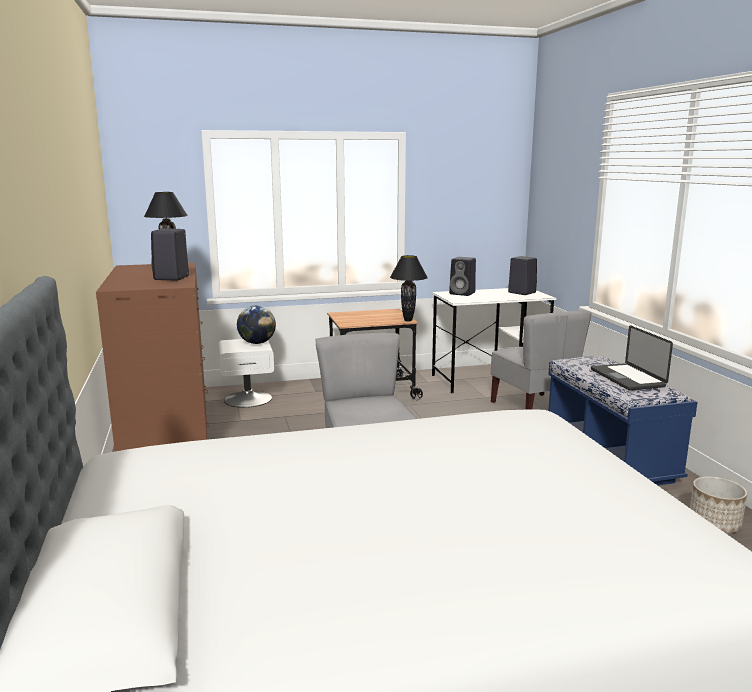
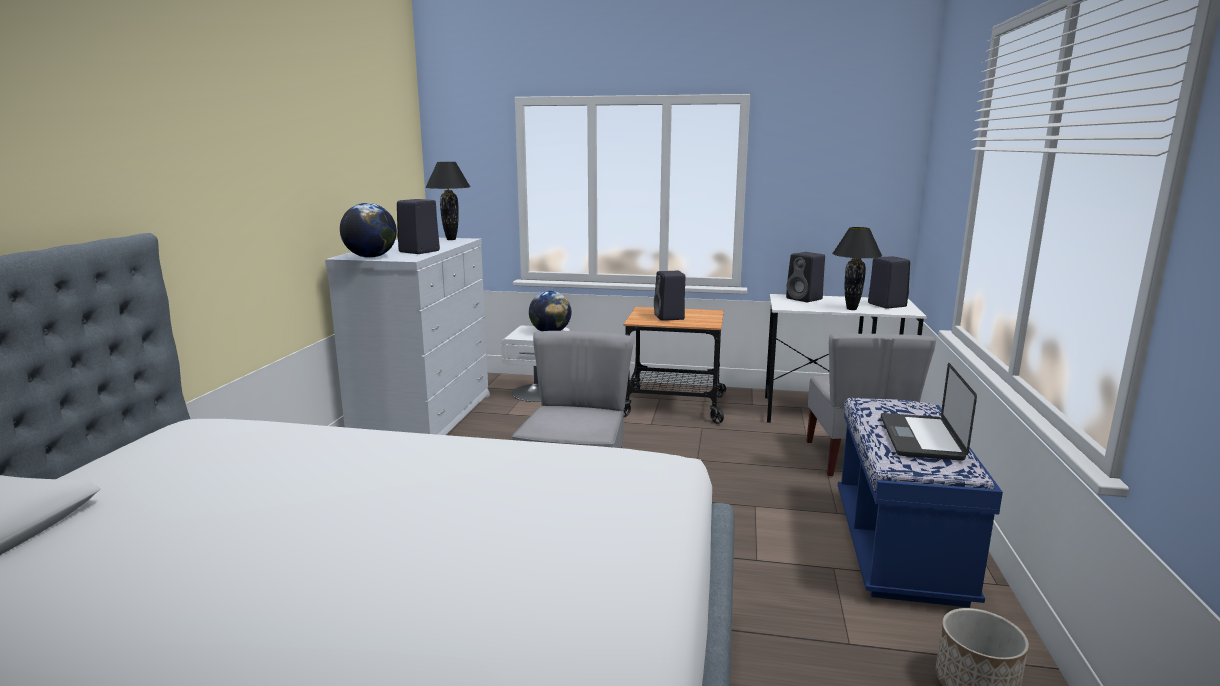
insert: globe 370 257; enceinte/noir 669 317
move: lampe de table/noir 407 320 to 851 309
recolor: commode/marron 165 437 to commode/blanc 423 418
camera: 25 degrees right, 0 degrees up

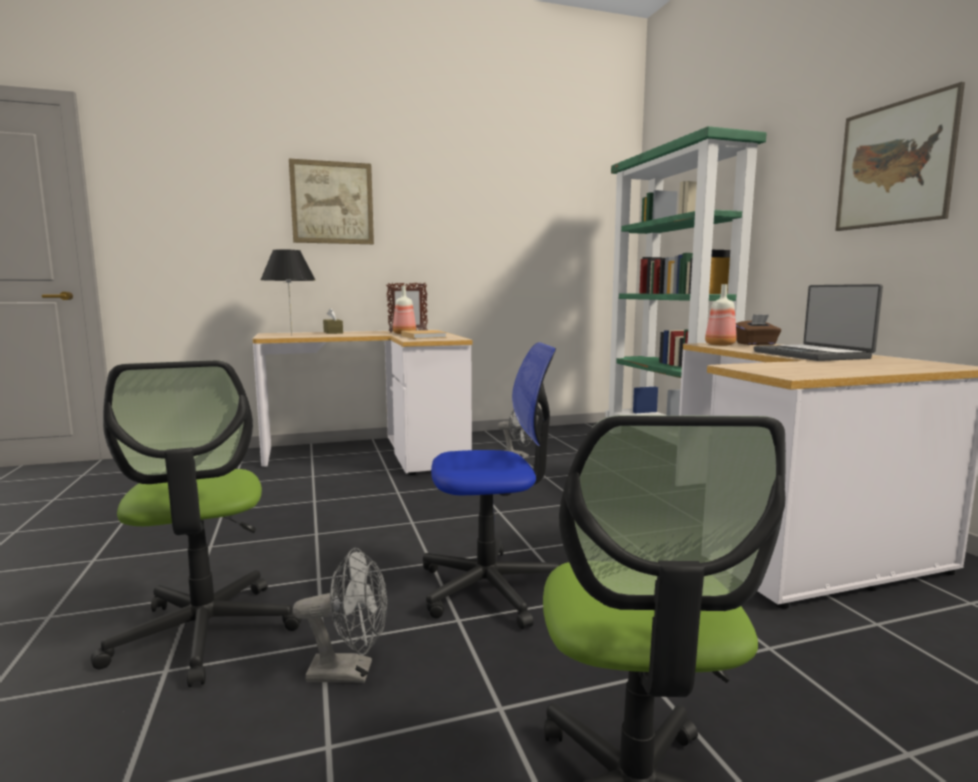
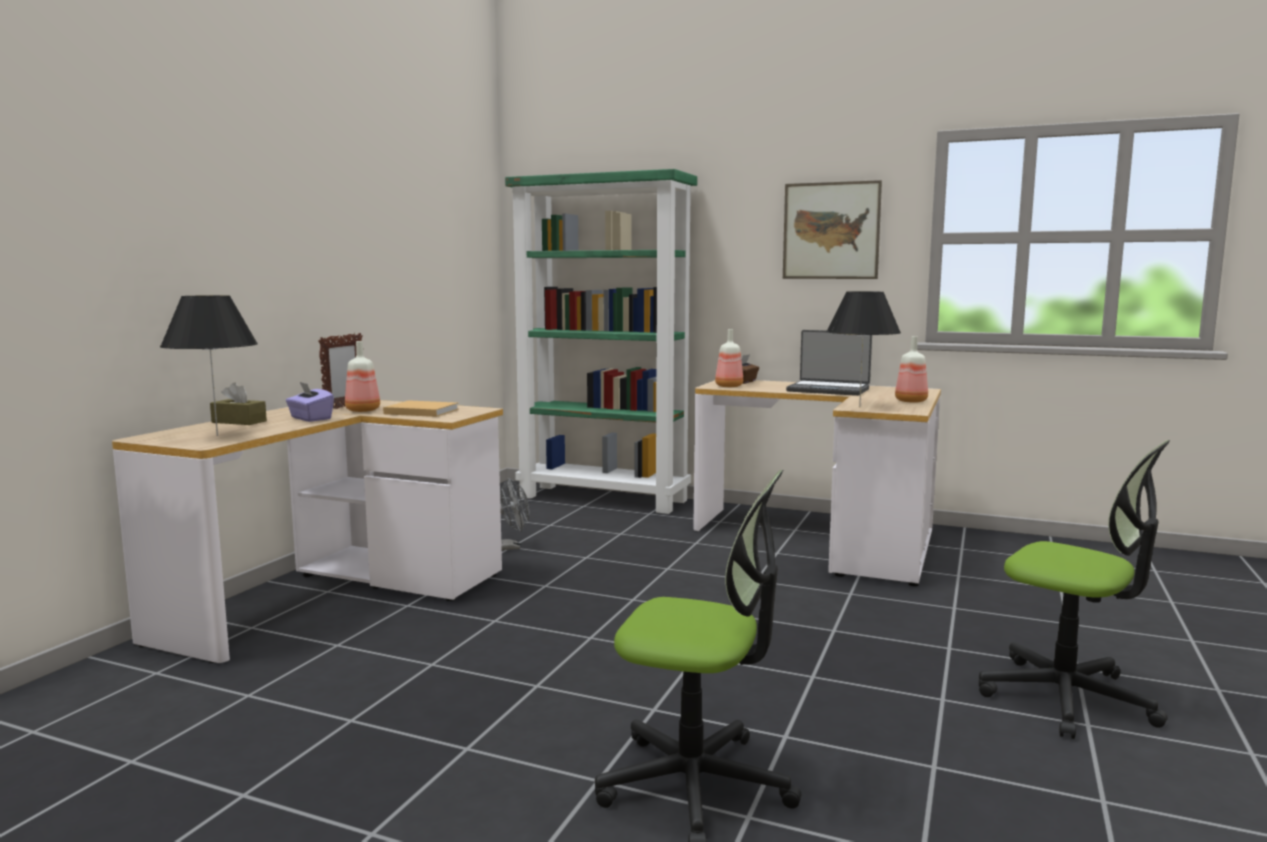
delete: tableau 332 203; ventilateur/gris 350 672; chaise de bureau 490 587
insert: boîte à mouchoirs/violet 310 418; lampe de table/noir 860 407; bouteille 912 401
camera: 50 degrees left, 0 degrees up

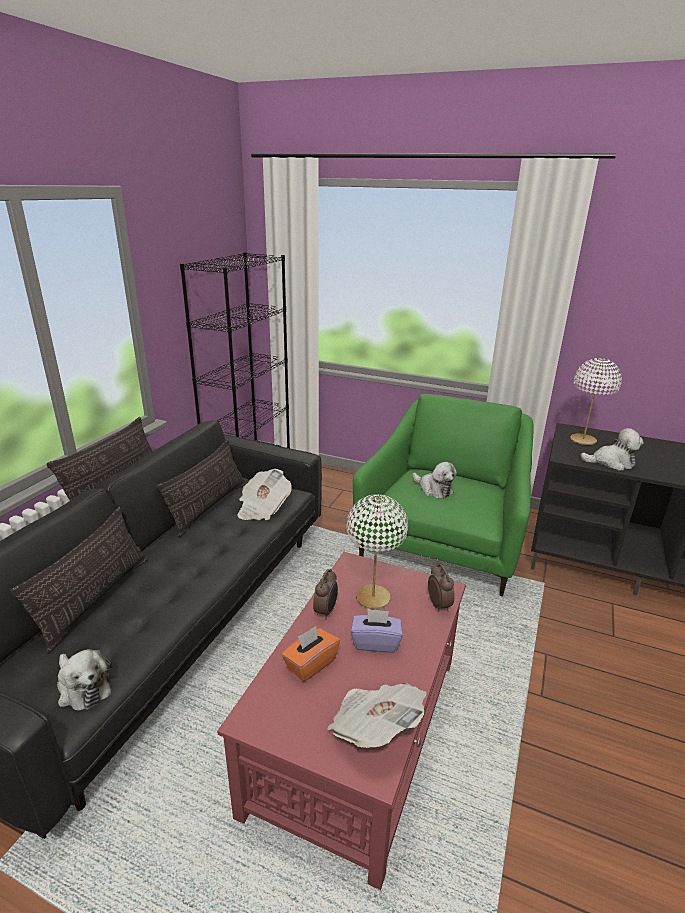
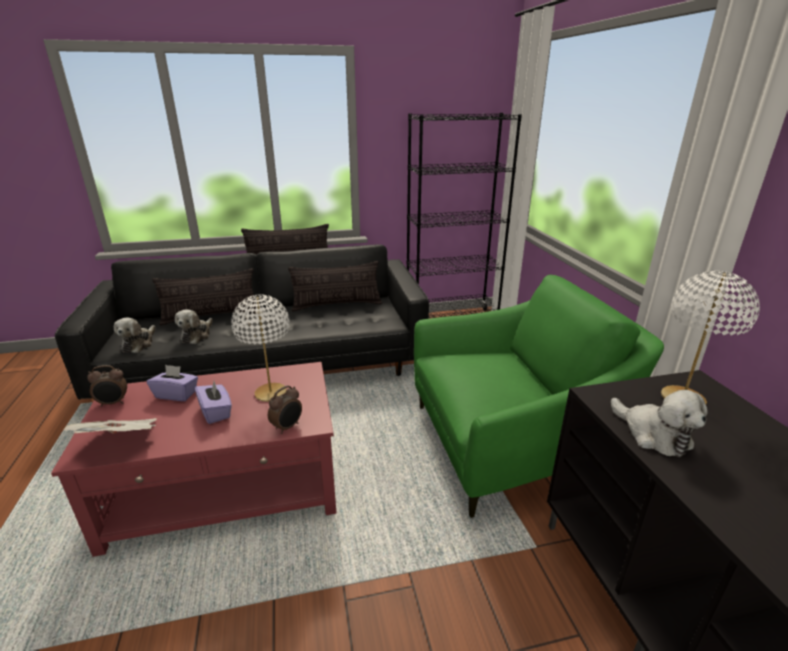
delete: journal 263 508
move: réveil 326 611 to 113 403; peluche 433 489 to 197 335
recolor: boîte à mouchoirs/orange 310 664 to boîte à mouchoirs/violet 176 394
camera: 55 degrees right, 0 degrees up

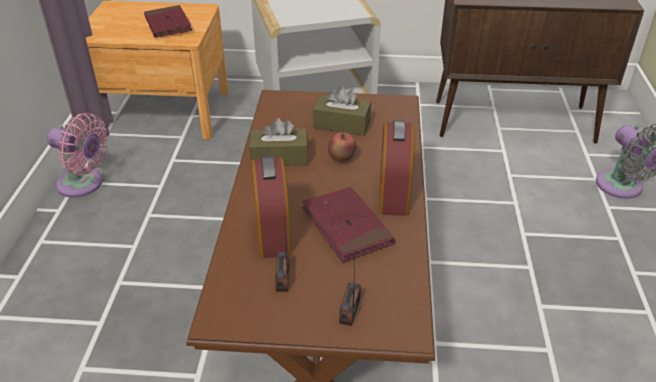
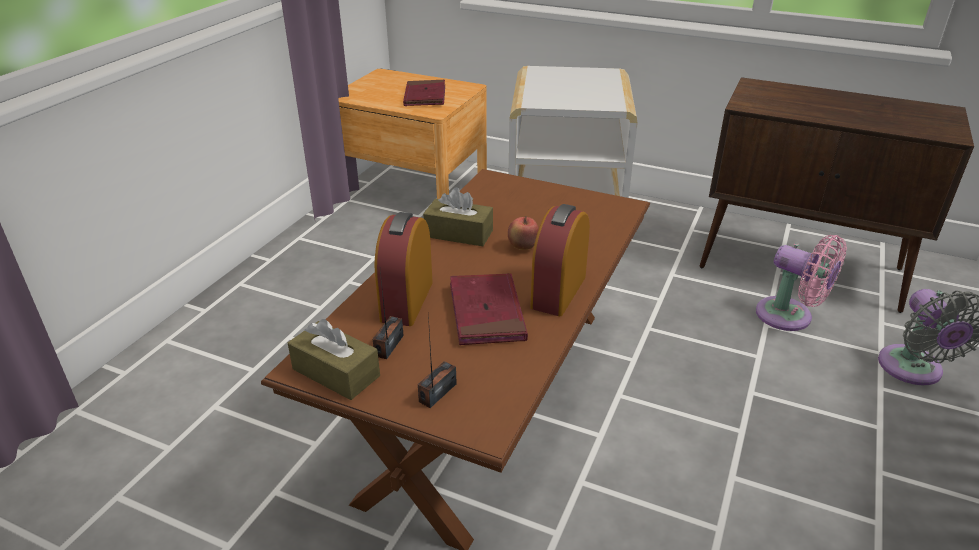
move: ventilateur/rose 84 184 to 789 317; boîte à mouchoirs/marron 342 124 to 336 372
camera: 20 degrees right, 5 degrees down

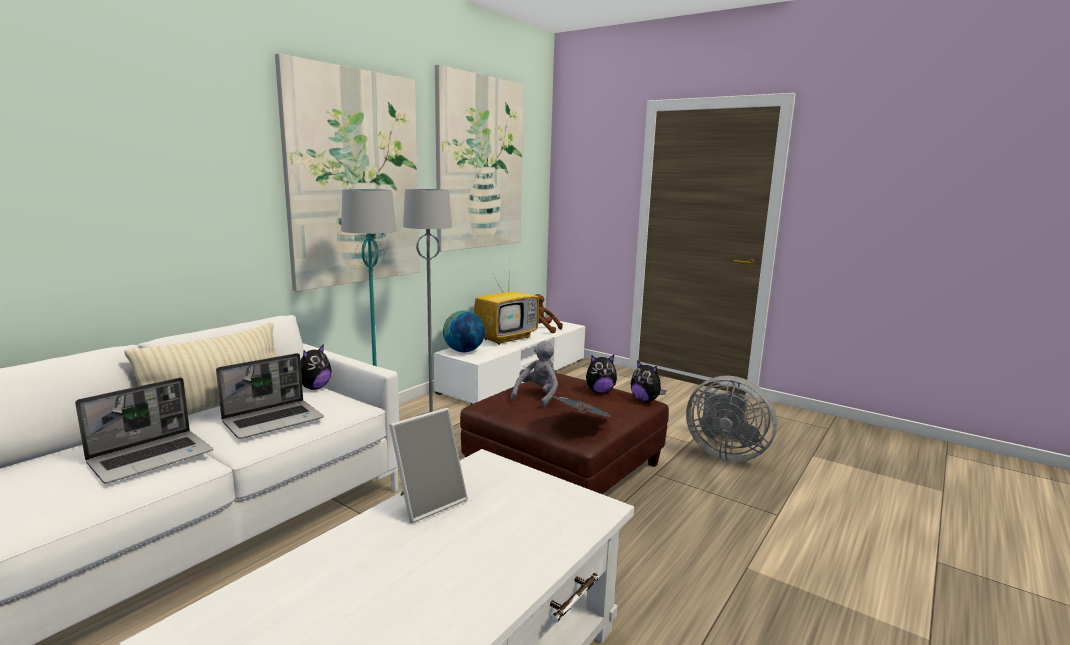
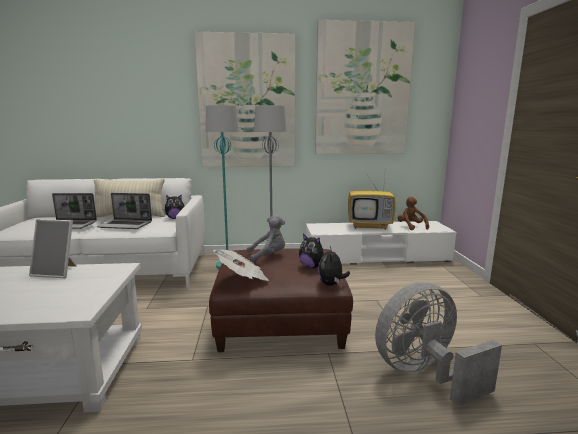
delete: globe 464 351
rotate: ventilateur/gris 725 453 = 424 374 75 degrees clockwise
camera: 50 degrees right, 0 degrees up

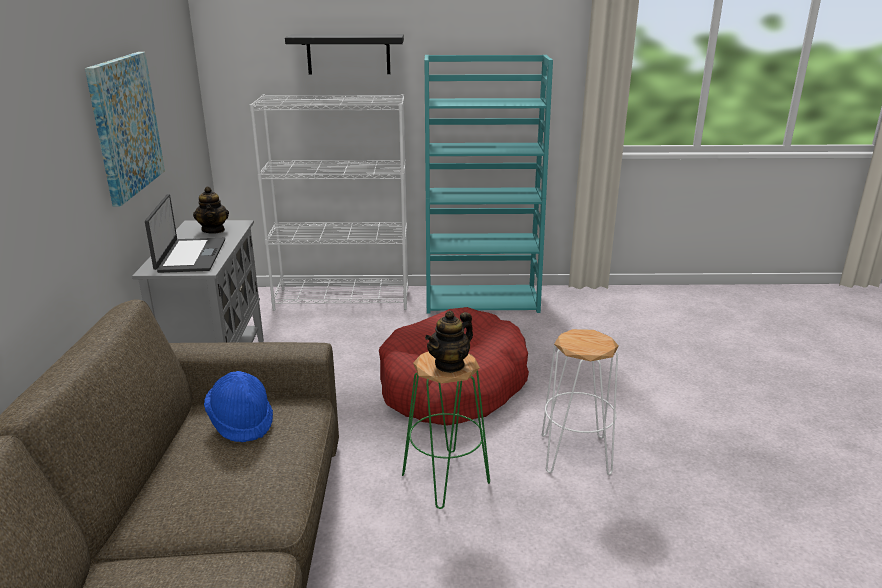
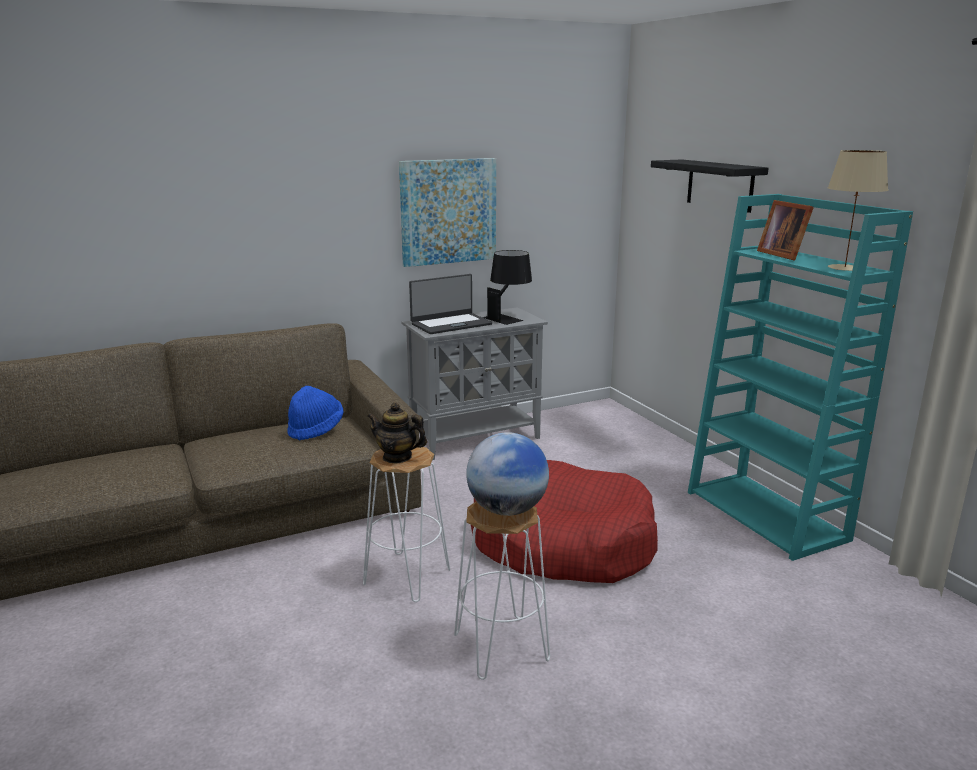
delete: bibliothèque/blanc 343 299
insert: globe 507 510; cadre photo 783 255; lampe de table/beige 844 268
replace: théière 213 230 to lampe de table/noir 508 317
recolor: tabouret/vert 446 479 to tabouret/blanc 406 577
camera: 65 degrees right, 5 degrees down

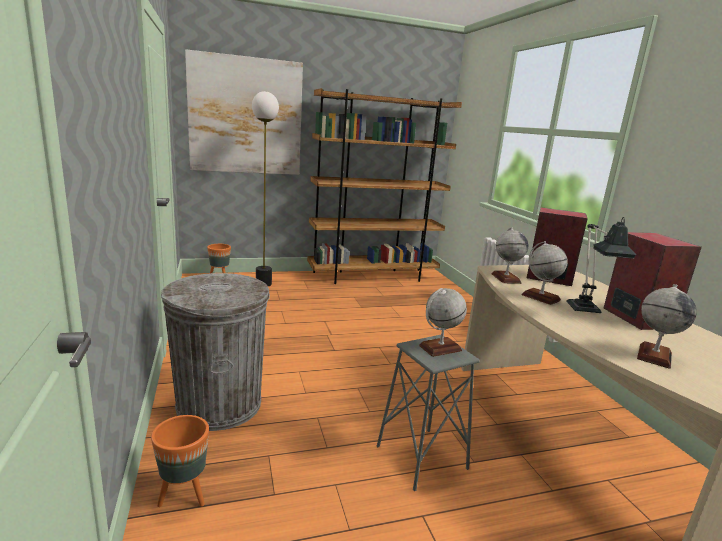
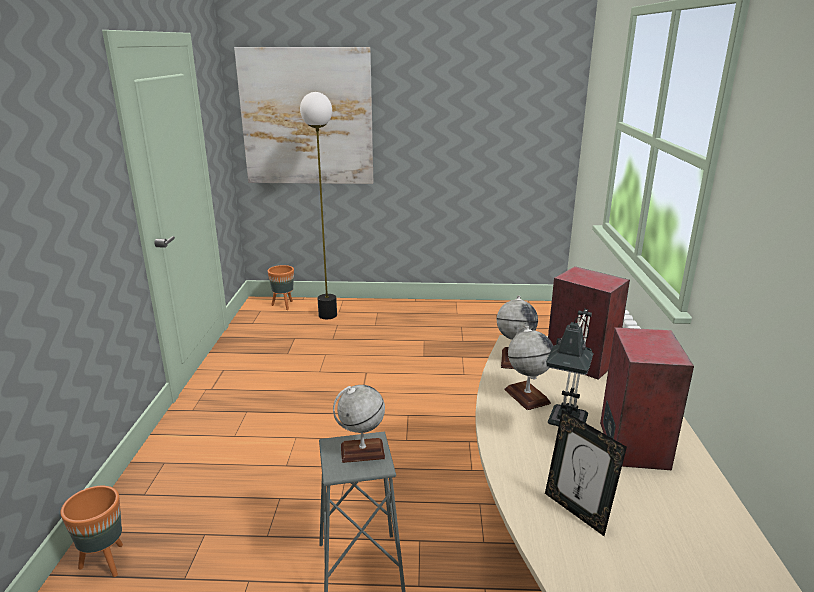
delete: poubelle/gris 219 404; bibliothèque/marron 373 276
replace: globe 654 355 to cadre photo 577 511
camera: 20 degrees right, 5 degrees up

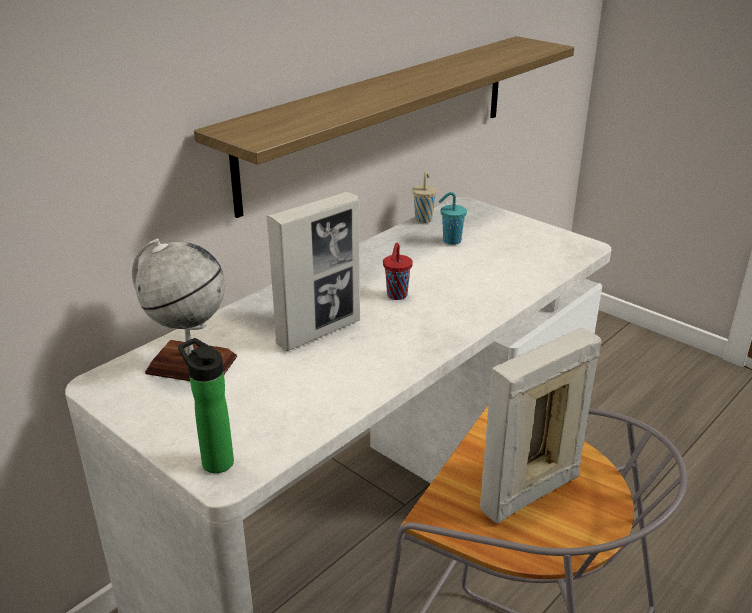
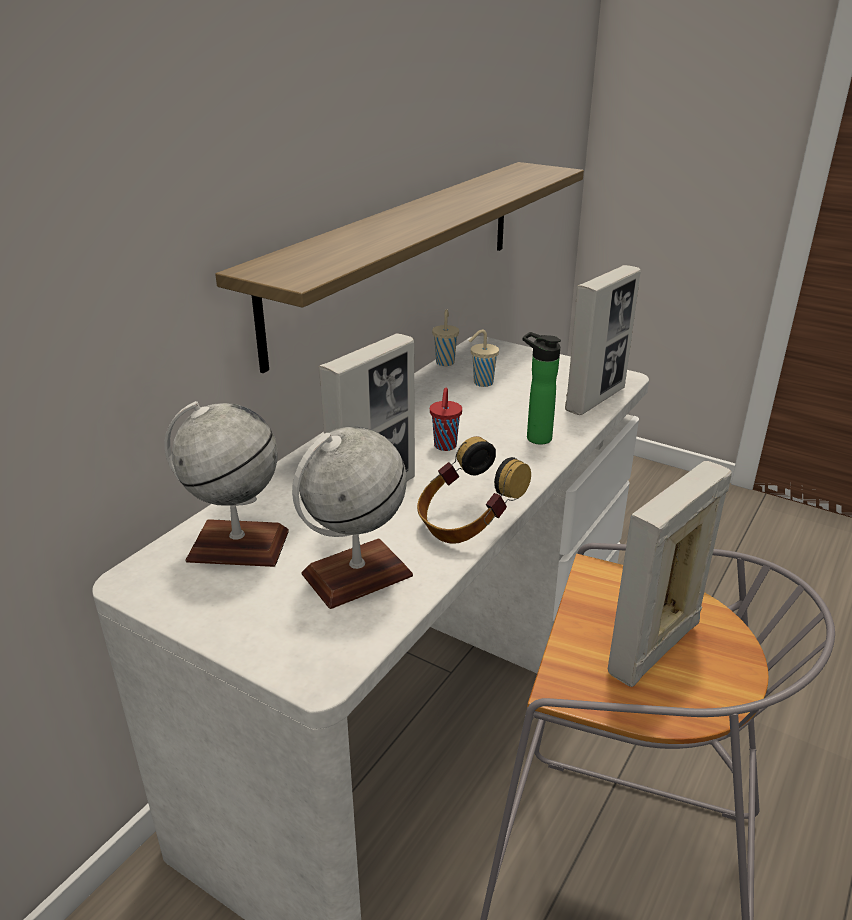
insert: globe 357 575; casque audio 467 524; cadre photo 595 399
move: bouteille 214 460 to 535 437
recolor: tasse/turquoise 450 241 to tasse/beige 482 383
camera: 10 degrees left, 0 degrees up

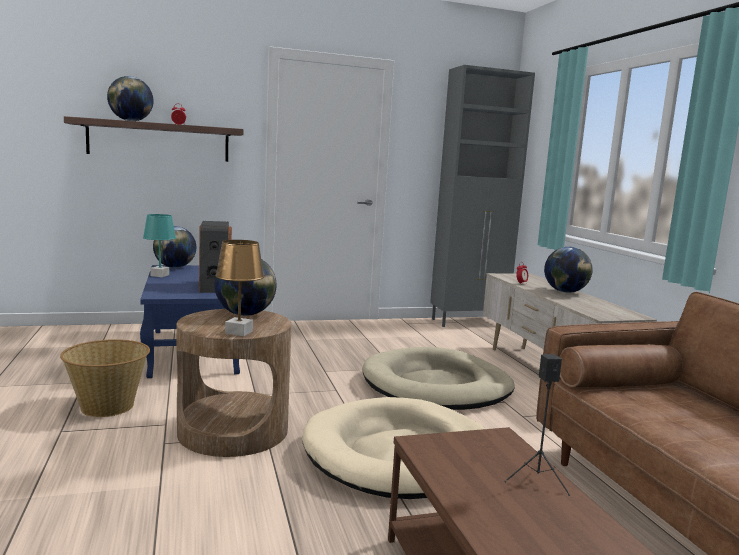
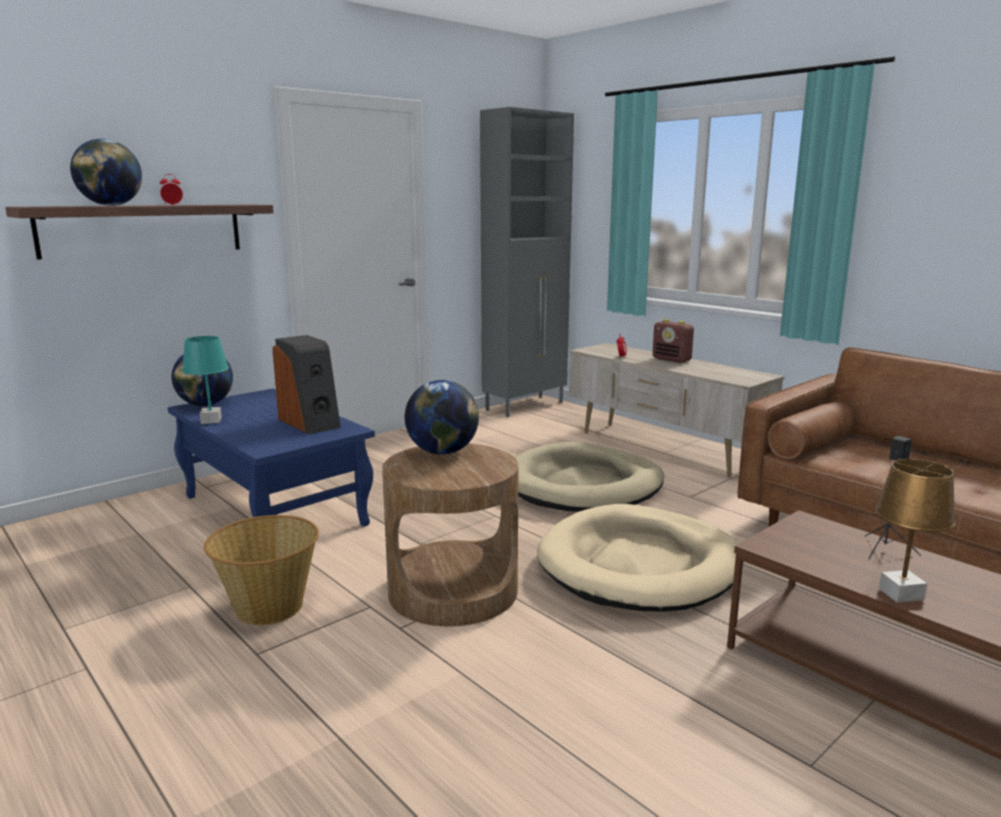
move: lampe de table/marron 238 332 to 901 594
replace: globe 565 292 to radio 672 360
camera: 25 degrees left, 5 degrees up

